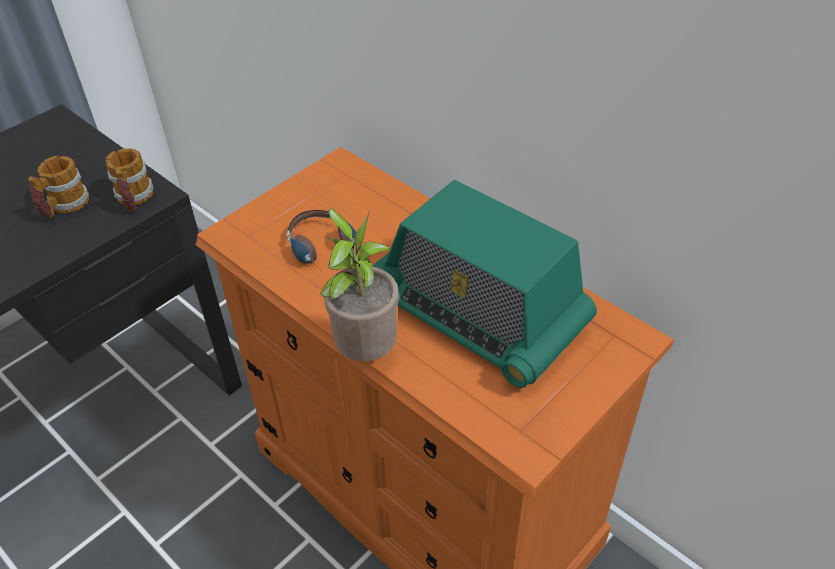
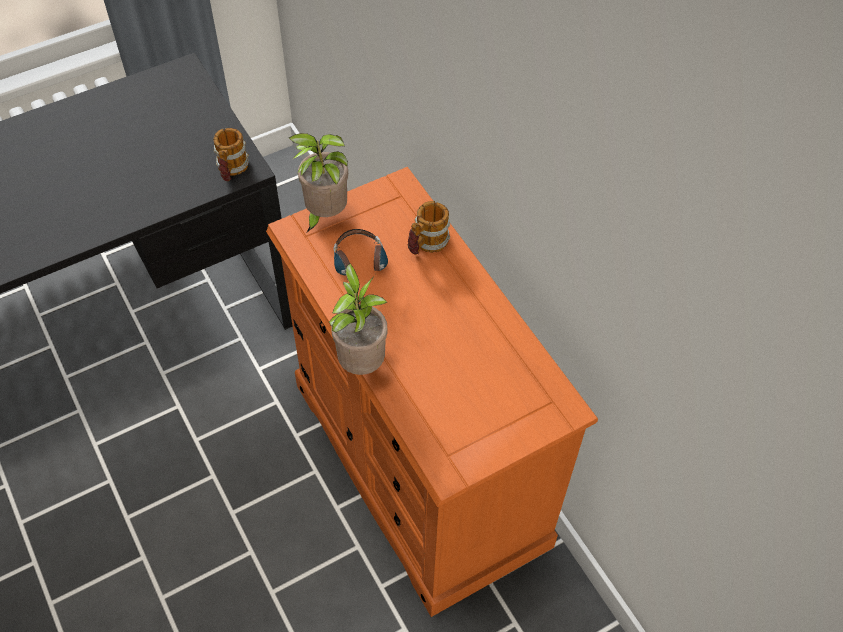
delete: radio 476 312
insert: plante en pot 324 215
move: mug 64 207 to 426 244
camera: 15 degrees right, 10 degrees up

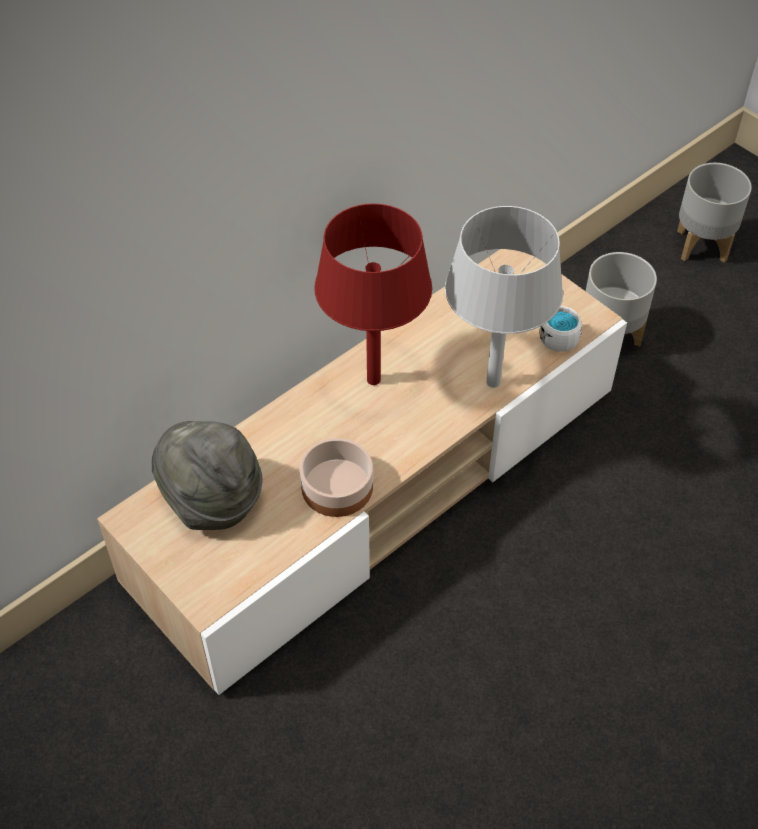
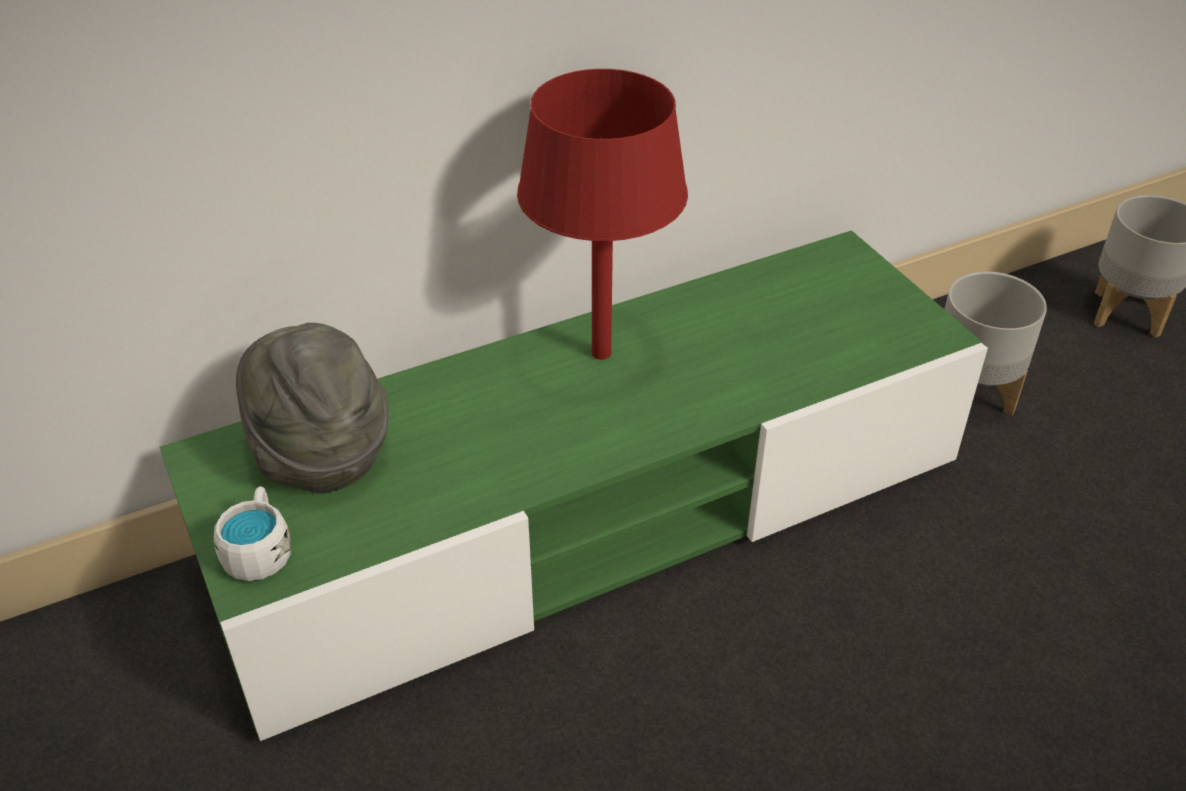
delete: bol 336 487; lampe de table/gris 493 382
move: mug/blanc 557 335 to 260 550
recolor: meuble télé/beige 379 484 to meuble télé/vert 593 515
camera: 15 degrees right, 10 degrees down

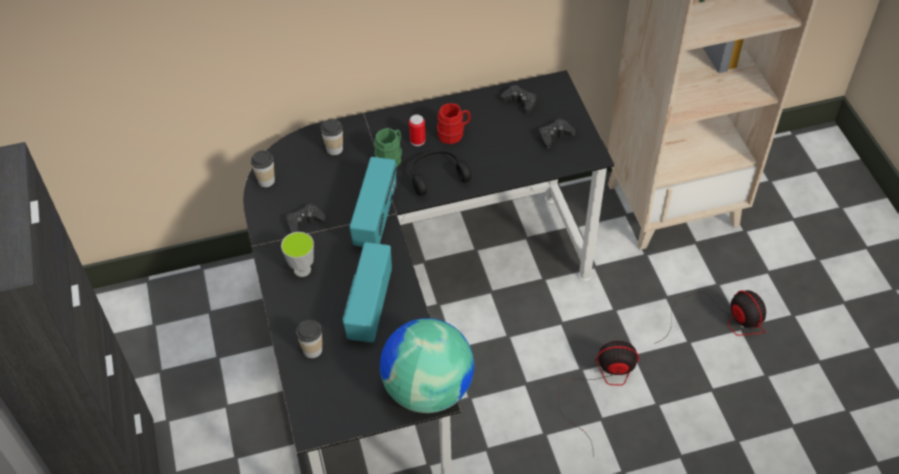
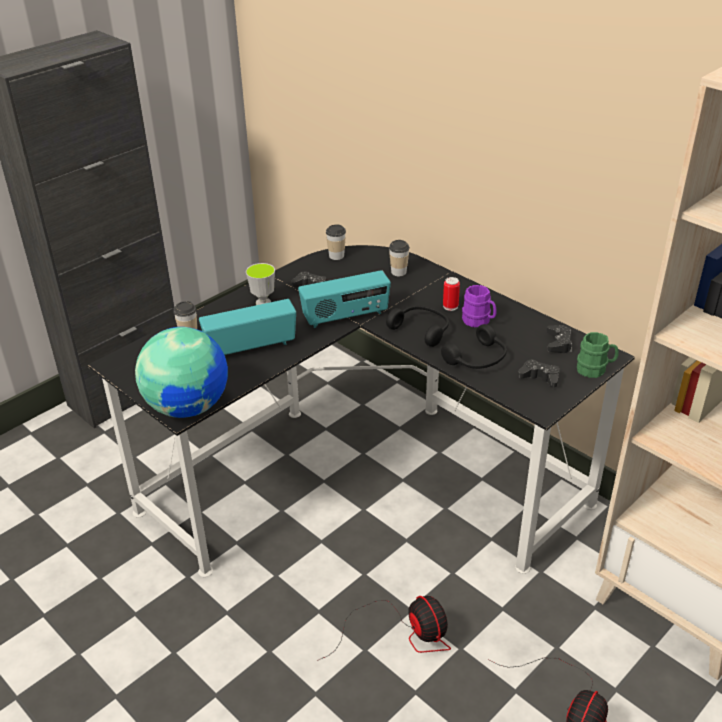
insert: casque audio/noir 478 359
move: mug/vert 391 157 to 595 369
recolor: mug/rouge 454 133 to mug/violet 479 321
camera: 60 degrees right, 15 degrees down

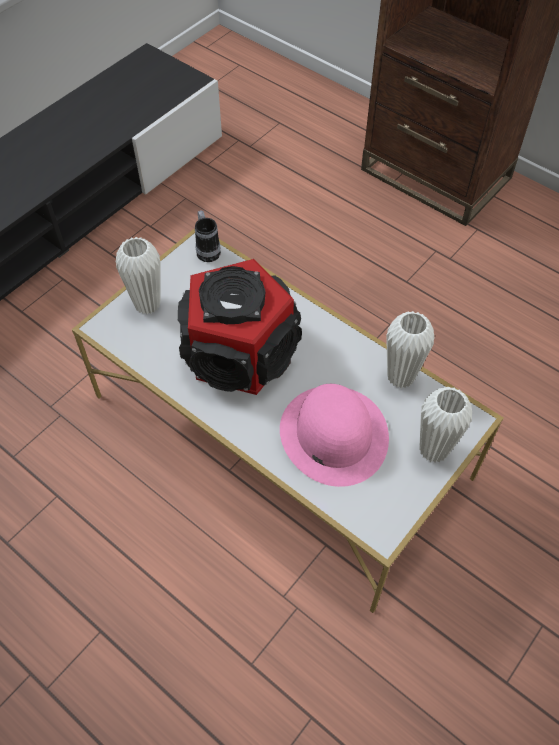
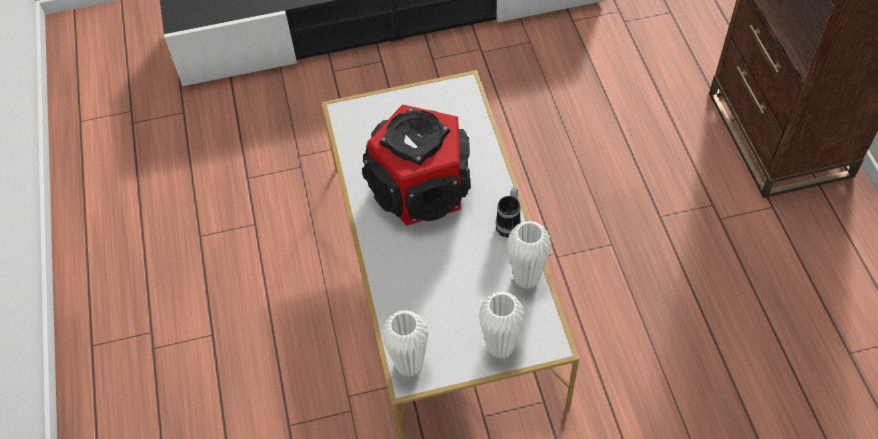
delete: chapeau/rose 333 434
move: vase/blanc 147 304 to 409 365; mug 207 250 to 509 223
camera: 40 degrees right, 0 degrees up

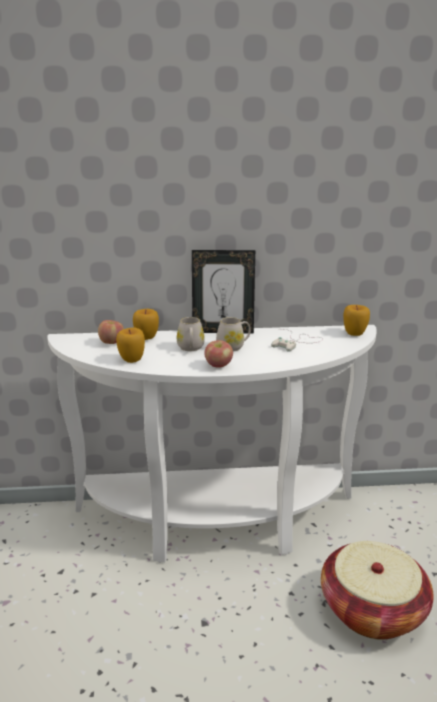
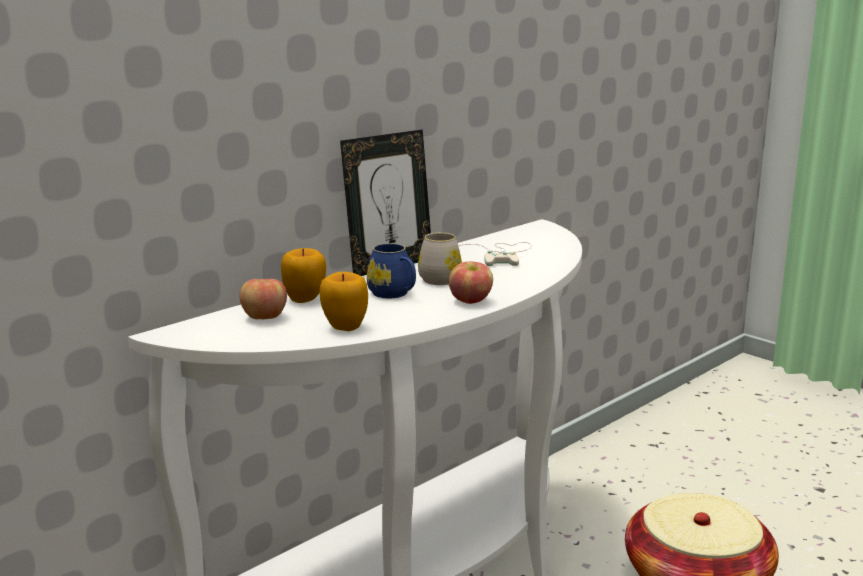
delete: pomme 354 333
recolor: mug/blanc 190 348 to mug/bleu 394 294
camera: 40 degrees left, 5 degrees down

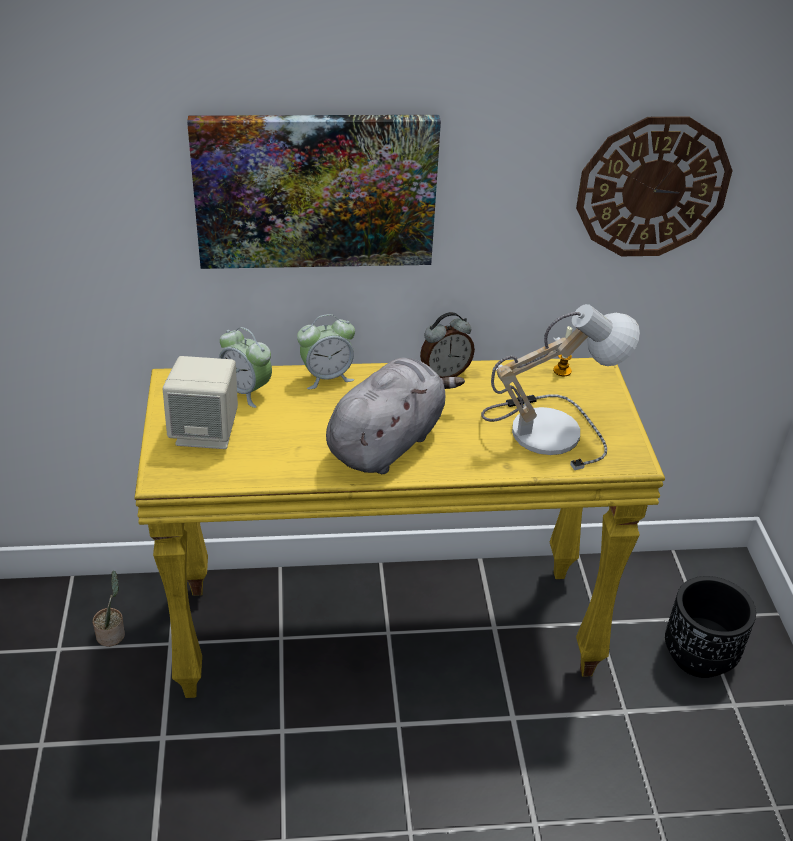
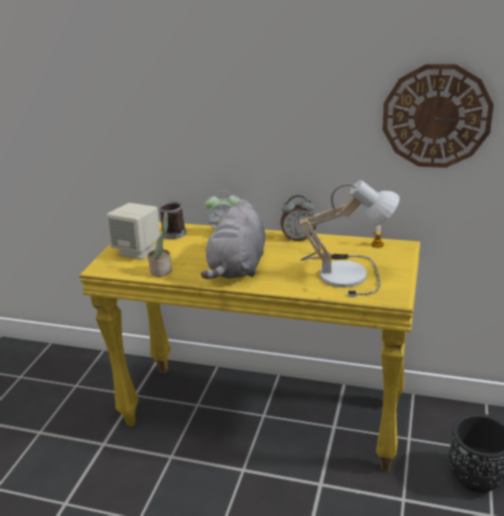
delete: tableau 315 190
move: plante en pot 112 634 to 163 270
replace: réveil 246 391 to mug 175 234
rotate: peluche/gris 388 442 = 238 267 135 degrees clockwise
camera: 25 degrees right, 10 degrees down

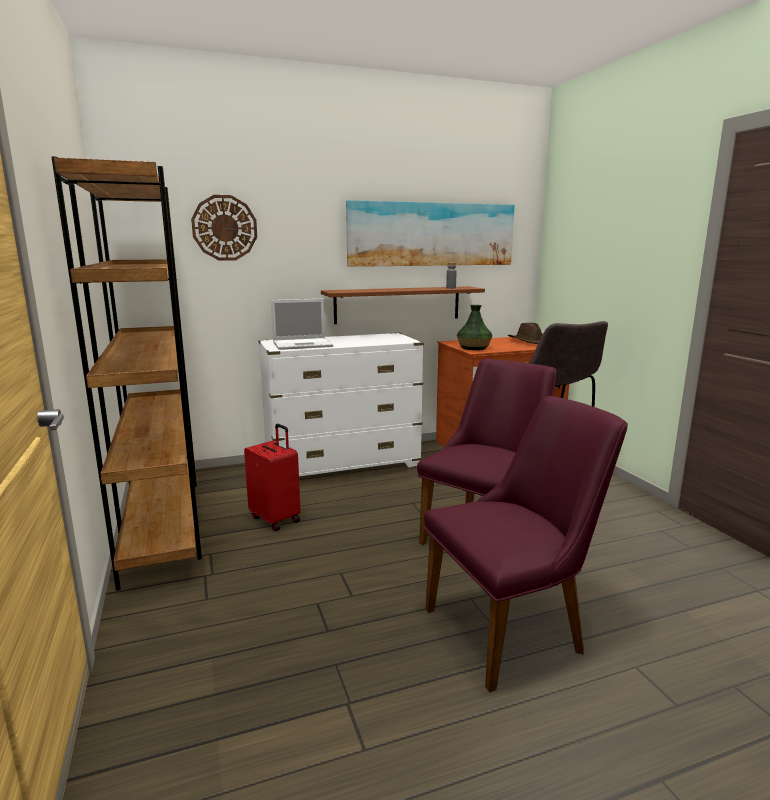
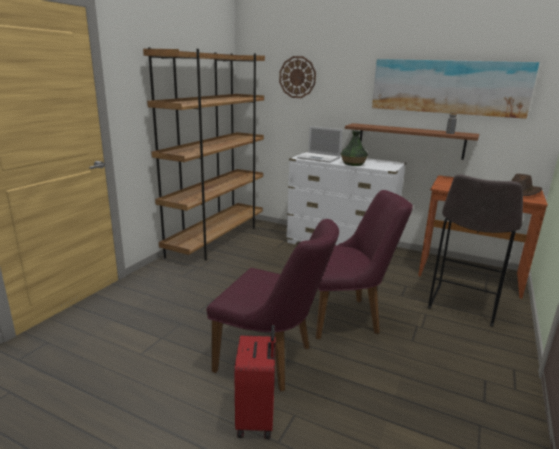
move: valise/rouge 276 519 to 257 419; vase 474 348 to 353 164
camera: 45 degrees right, 5 degrees up

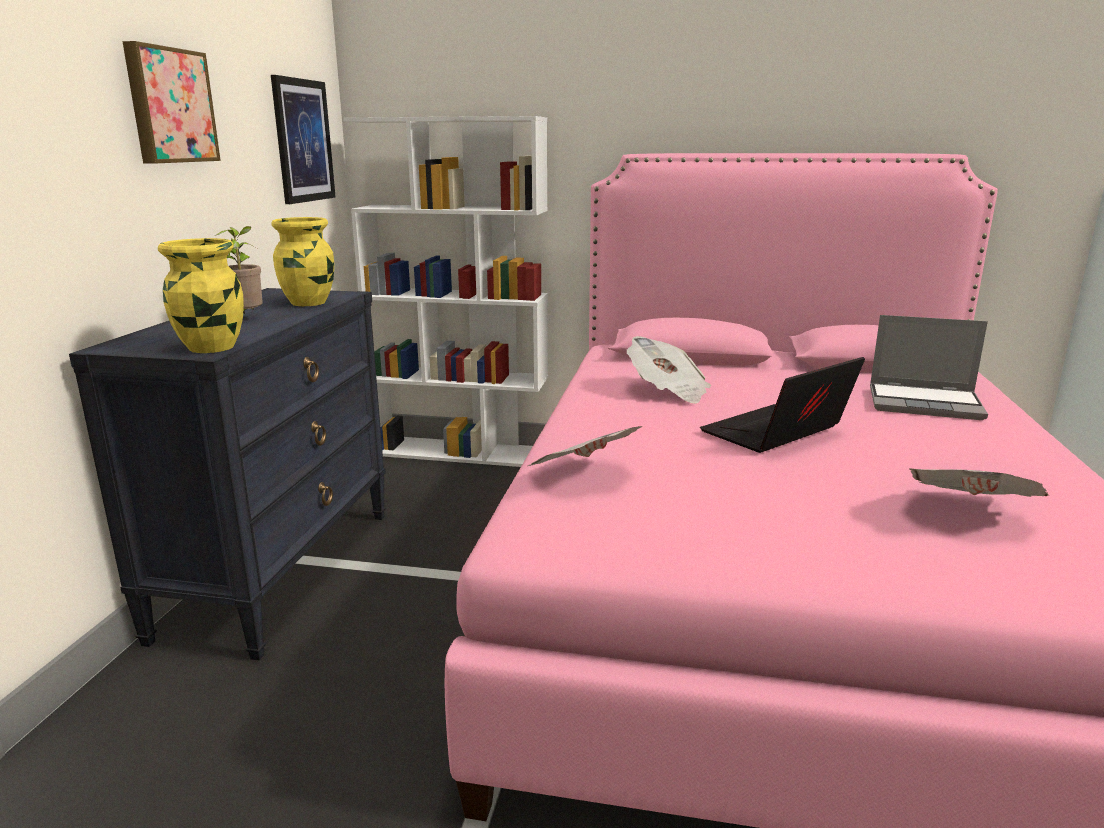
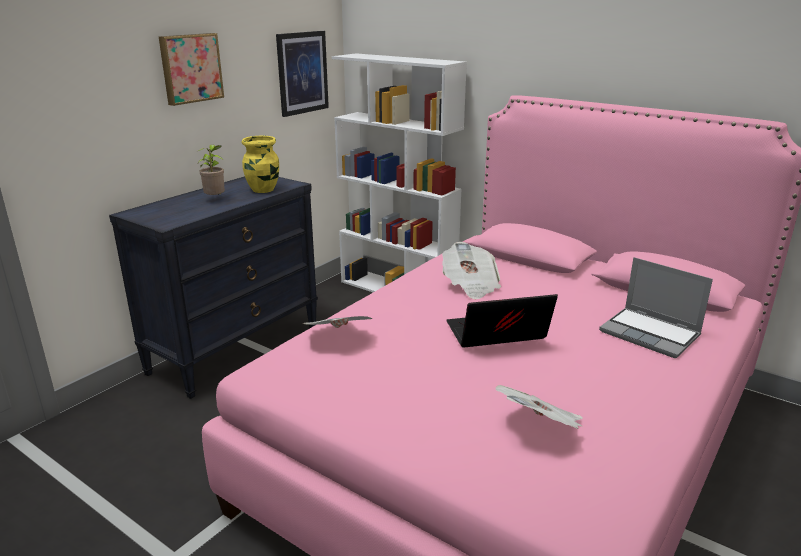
delete: vase/jaune 211 348
camera: 25 degrees right, 5 degrees up

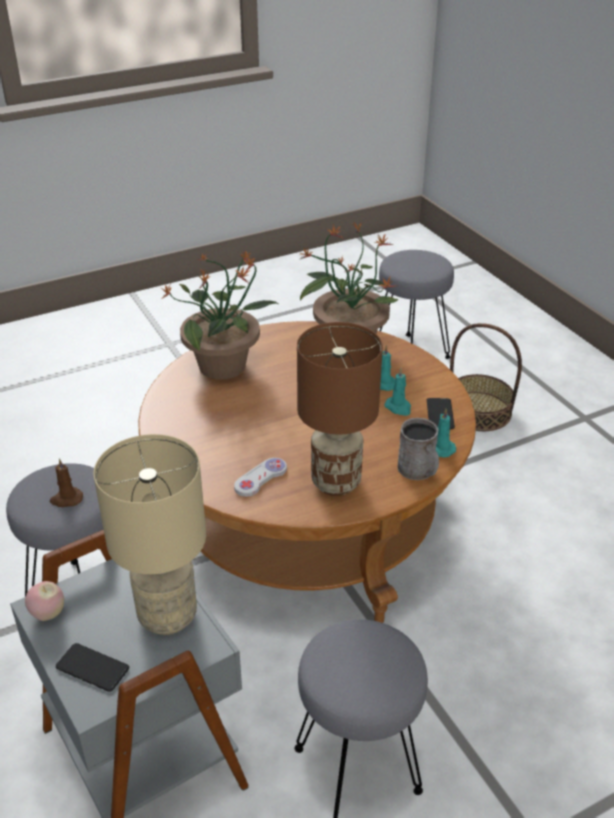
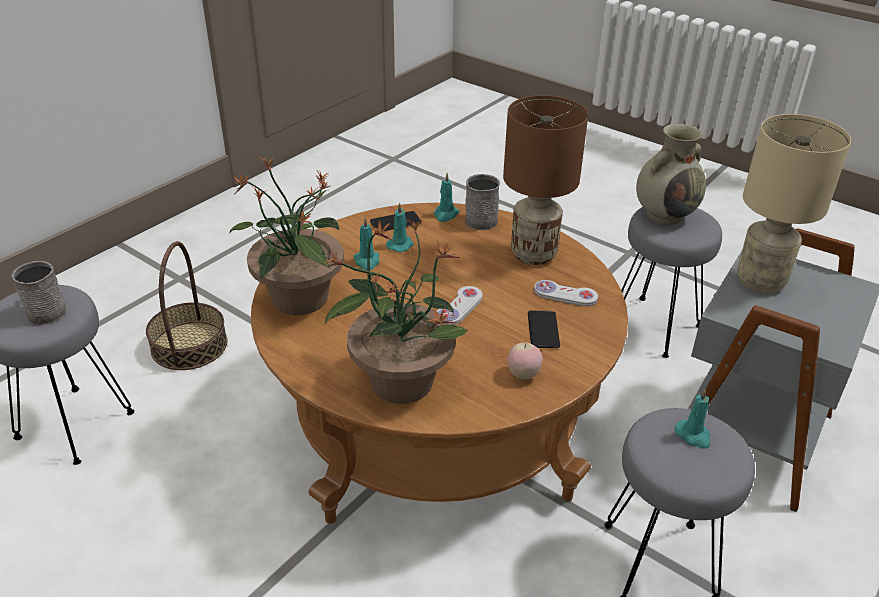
insert: mug/gris 45 309; manette/blanc 459 307; vase/beige 665 214
move: pomme 48 614 to 523 375; téléphone 92 668 to 543 330
recolor: bougie/marron 66 499 to bougie/turquoise 693 435
camera: 115 degrees left, 0 degrees up

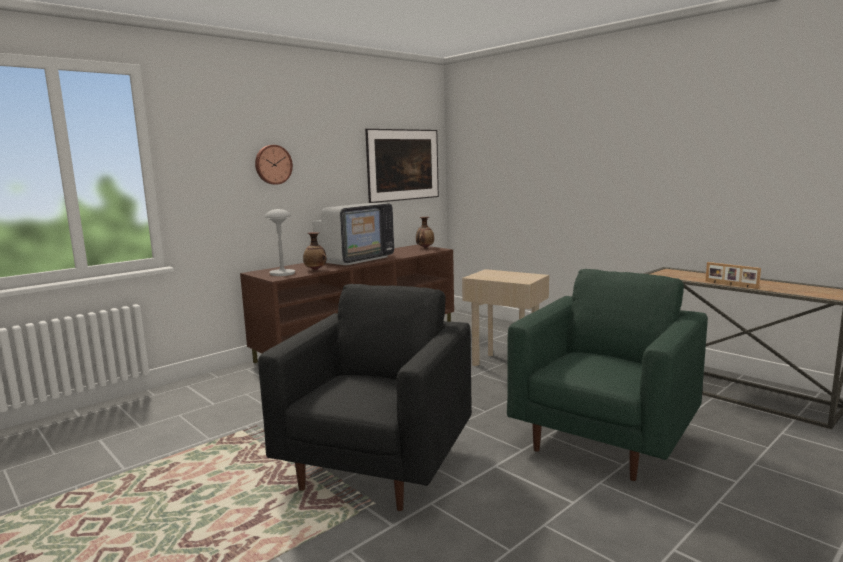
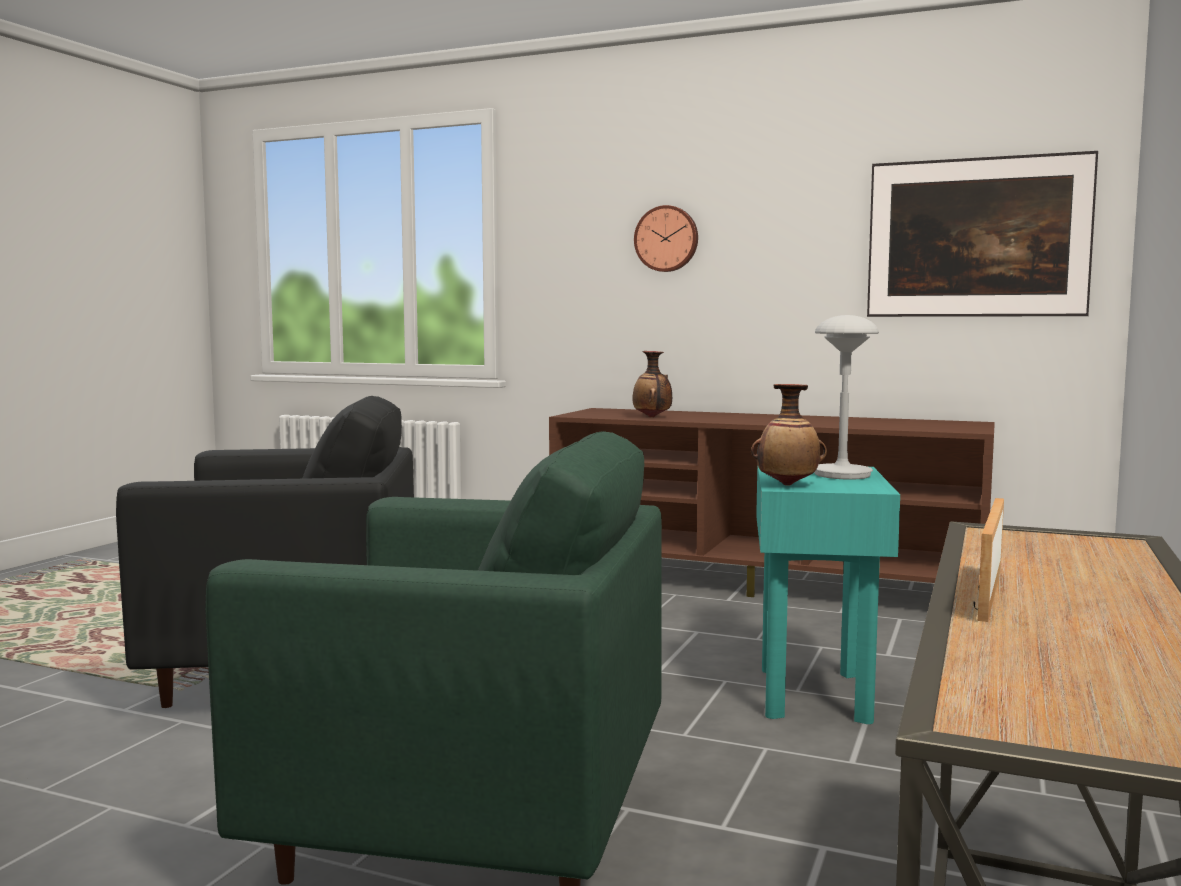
delete: téléviseur 355 259
move: lampe de table/gris 282 273 to 842 474; vase 425 247 to 787 485
recolor: table d'appoint/beige 505 363 to table d'appoint/turquoise 815 694
camera: 65 degrees right, 5 degrees down

